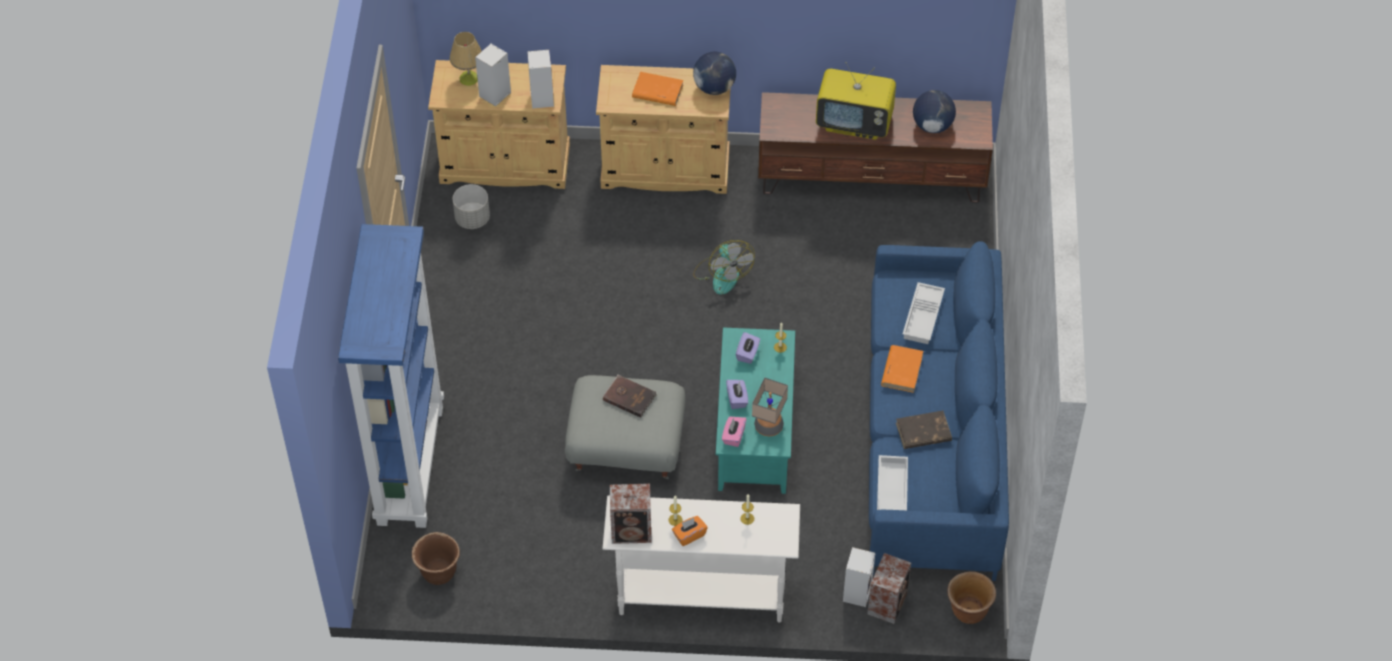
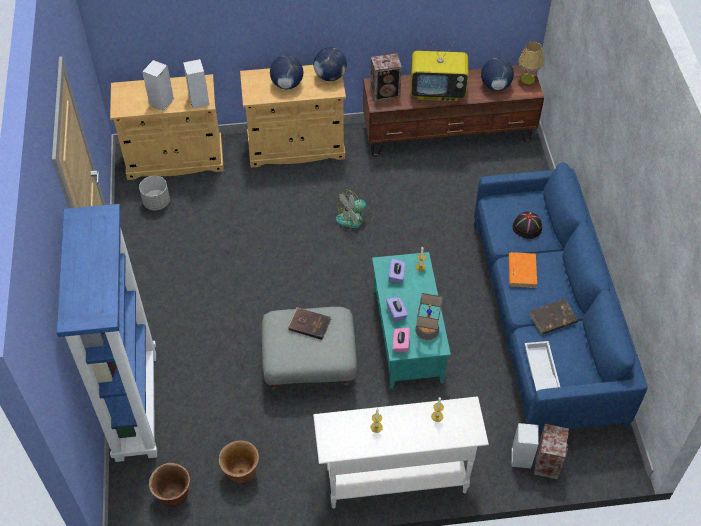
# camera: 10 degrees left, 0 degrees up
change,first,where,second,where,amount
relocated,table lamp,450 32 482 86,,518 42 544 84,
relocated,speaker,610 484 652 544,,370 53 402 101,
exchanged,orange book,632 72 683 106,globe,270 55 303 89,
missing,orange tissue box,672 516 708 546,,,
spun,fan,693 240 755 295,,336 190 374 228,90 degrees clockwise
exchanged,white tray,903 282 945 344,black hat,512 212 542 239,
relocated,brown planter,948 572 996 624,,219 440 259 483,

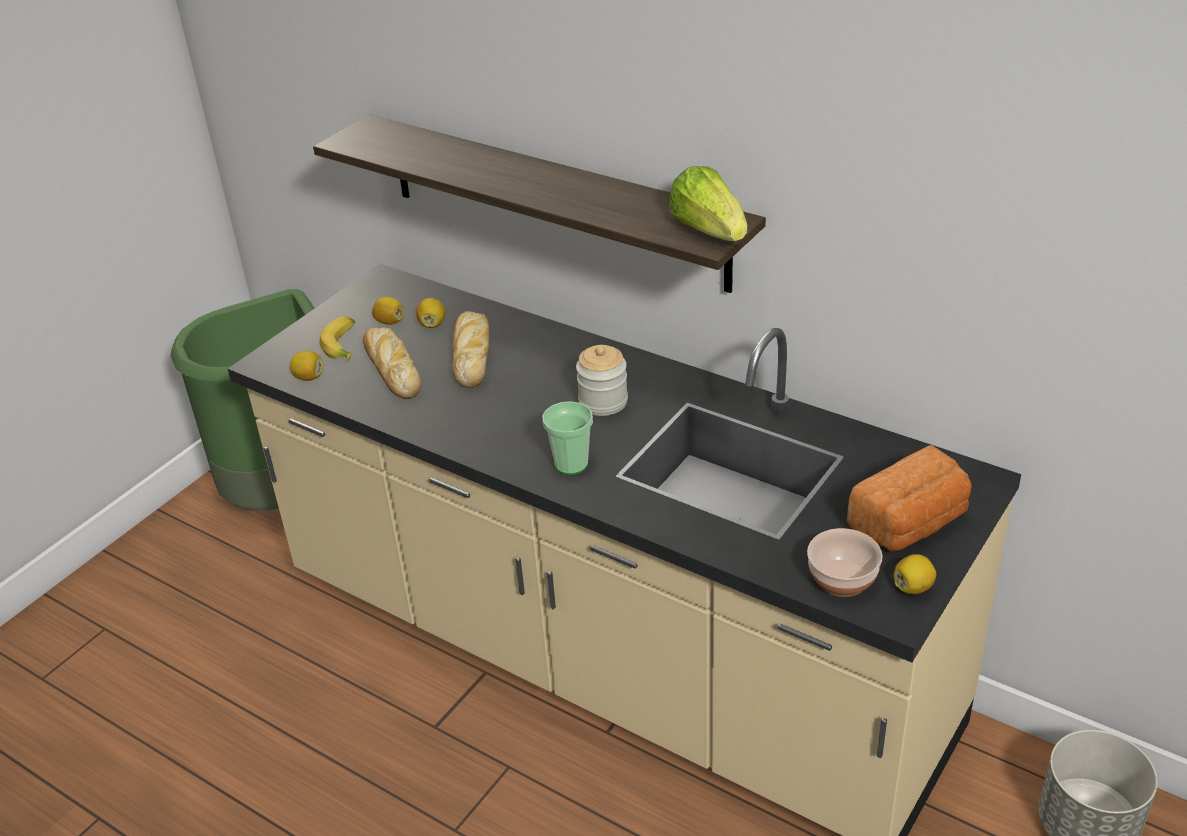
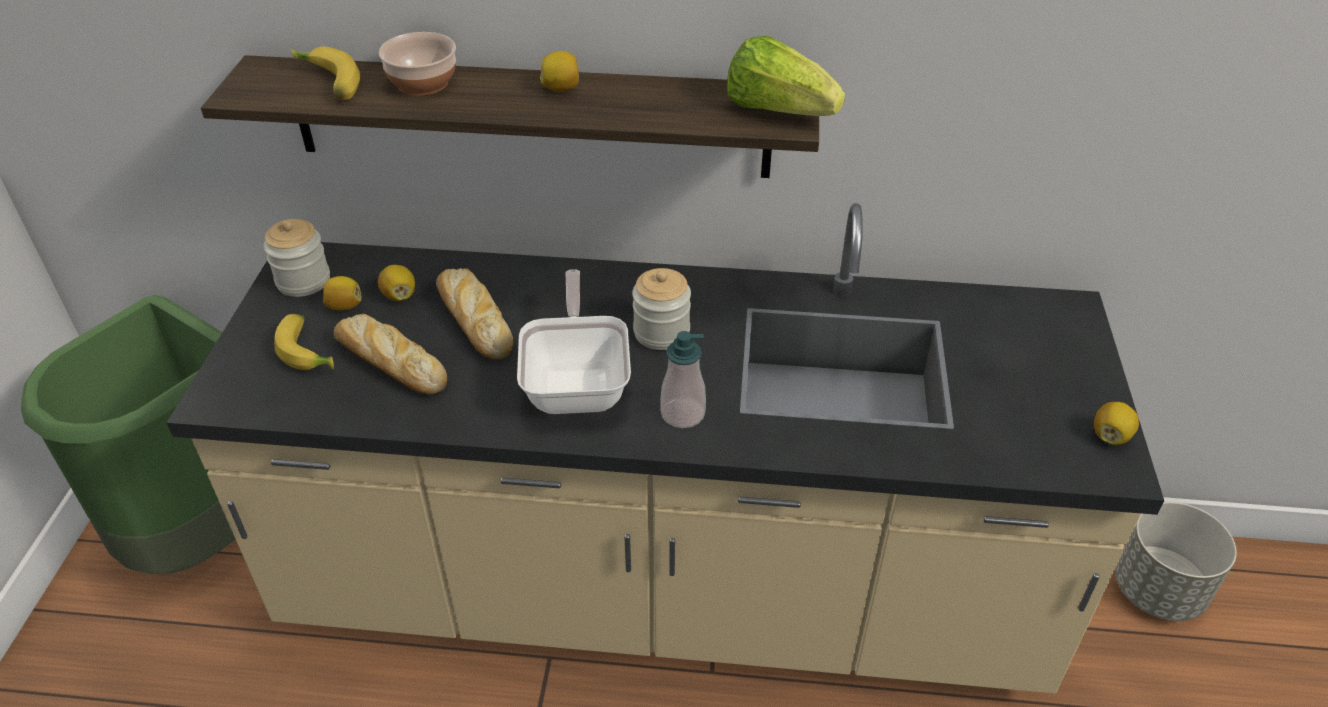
# camera: 30 degrees left, 5 degrees up
change,first,where,second,where,amount
relocated,lemon,290 351 323 381,,540 51 579 91,
exchanged,cup,542 401 593 475,soap dispenser,660 331 706 428,
relocated,bowl,807 528 883 597,,379 32 456 95,
missing,bread,847 445 972 551,,,
appeared,,,jar,263 219 330 297,
appeared,,,banana,291 47 360 100,
appeared,,,frying pan,517 269 631 414,

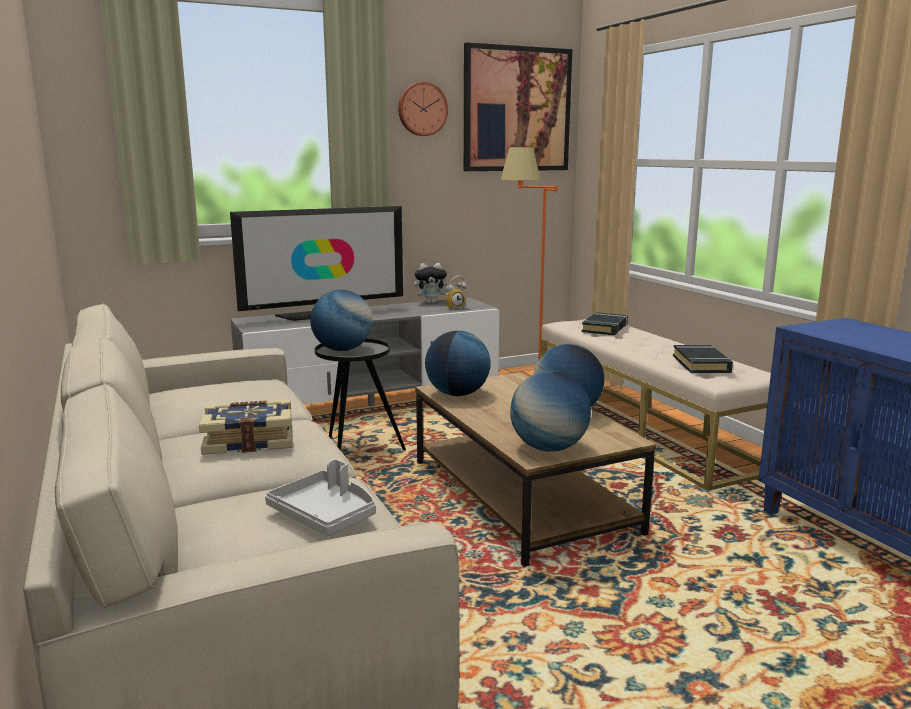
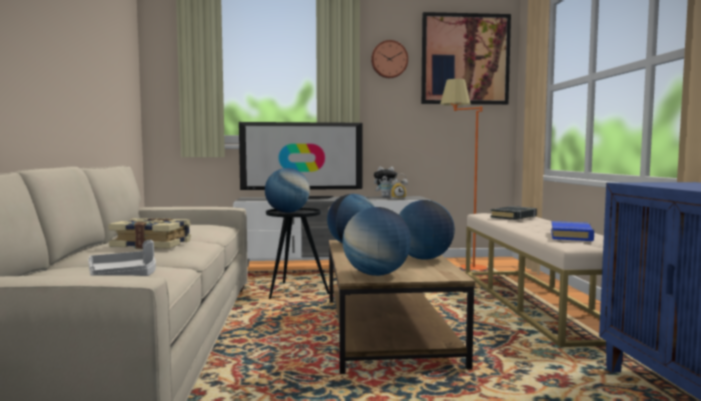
# camera: 20 degrees right, 10 degrees down
change,first,where,second,where,amount
colour,black book,673 345 733 373,blue book,551 221 594 241,

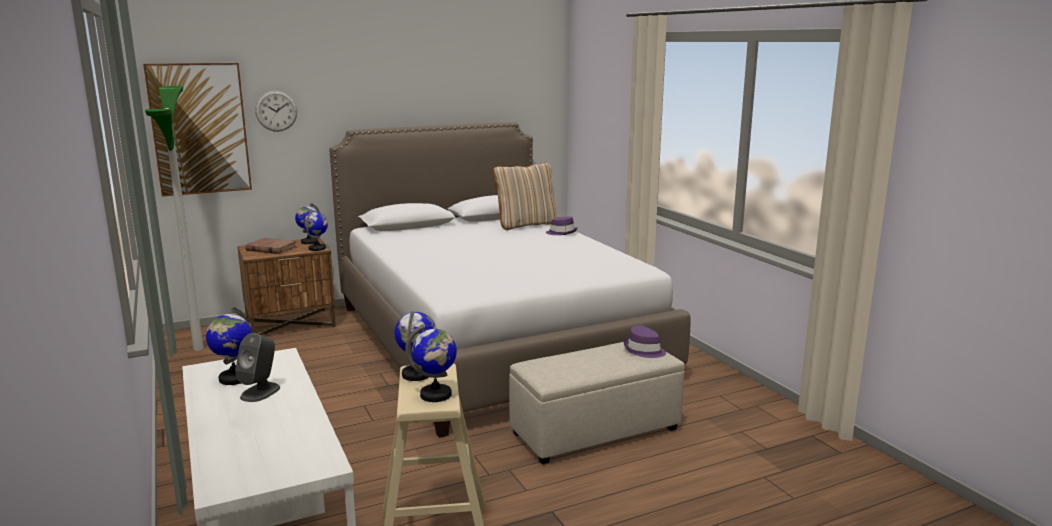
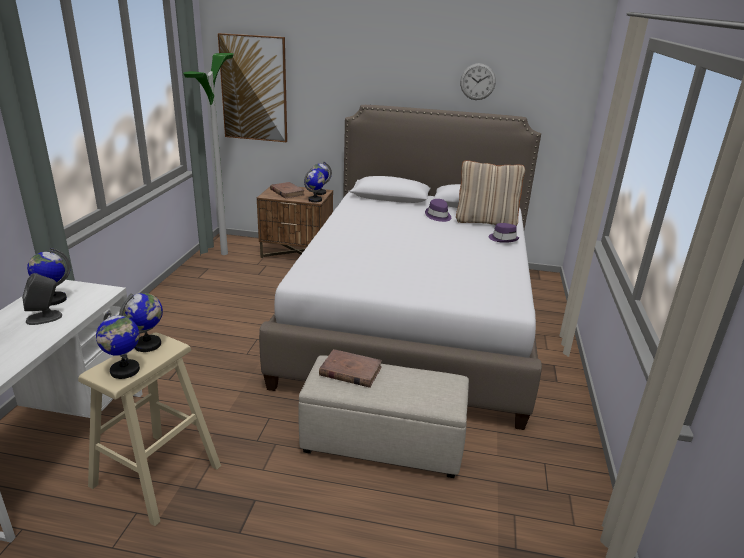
# camera: 35 degrees right, 10 degrees up
change,first,where,second,where,amount
relocated,wall clock,255 91 297 132,,460 63 496 100,
relocated,purple hat,624 325 666 358,,425 199 451 222,
appeared,,,brown book,319 349 382 388,

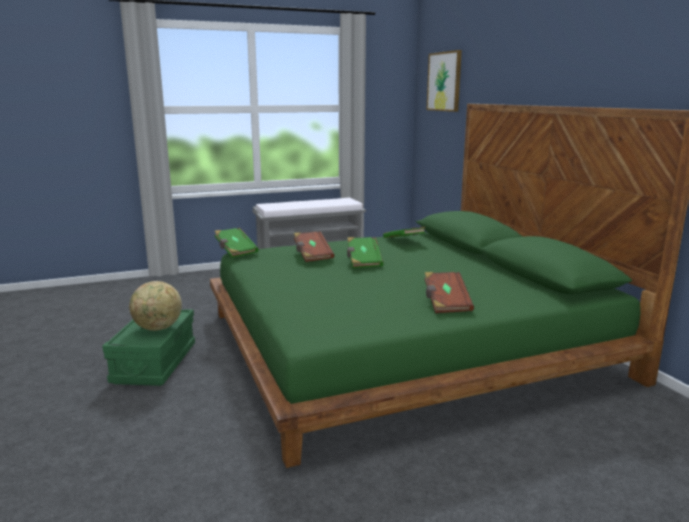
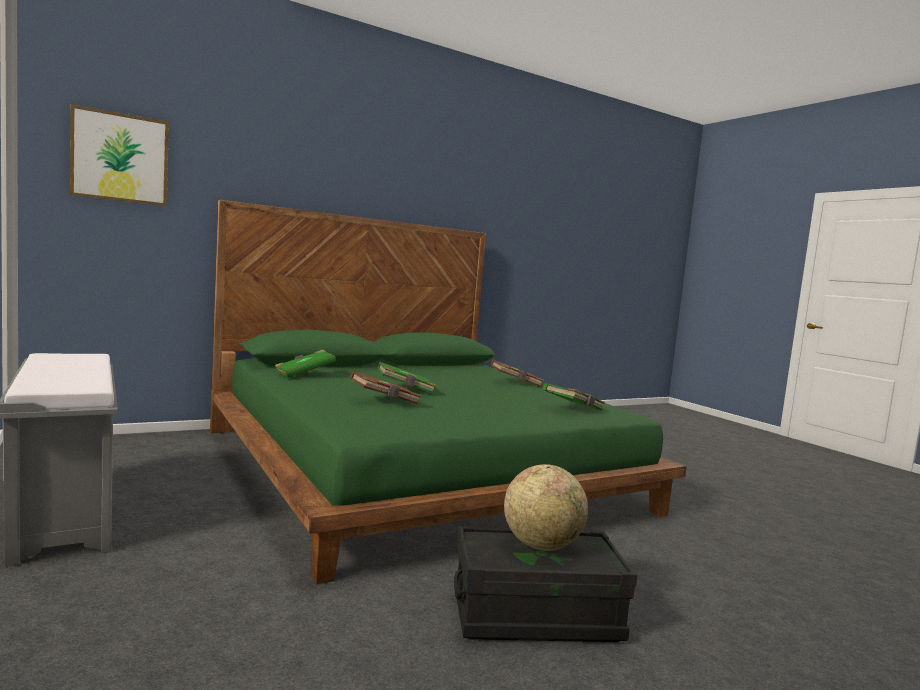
# camera: 100 degrees left, 10 degrees down
change,first,where,second,where,amount
colour,green storage box,102 309 195 386,black storage box,454 526 638 642,
relocated,green book,214 228 259 258,,543 383 605 411,

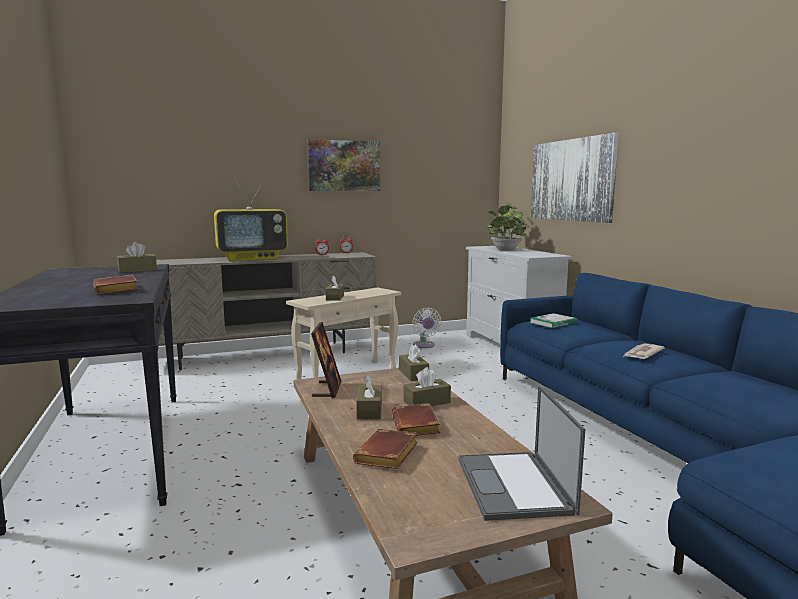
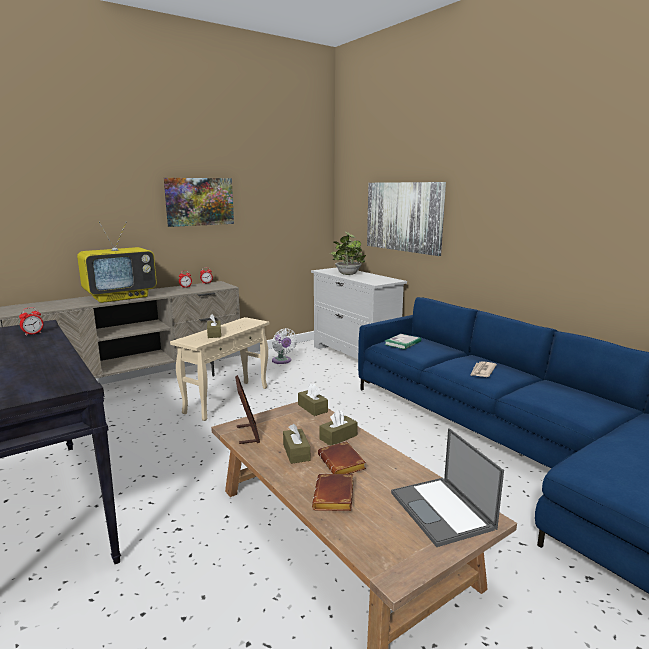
# camera: 15 degrees left, 5 degrees up
change,first,where,second,where,amount
missing,brown book,93 275 138 295,,,
exchanged,brown tissue box,117 242 157 273,alarm clock,19 307 44 336,

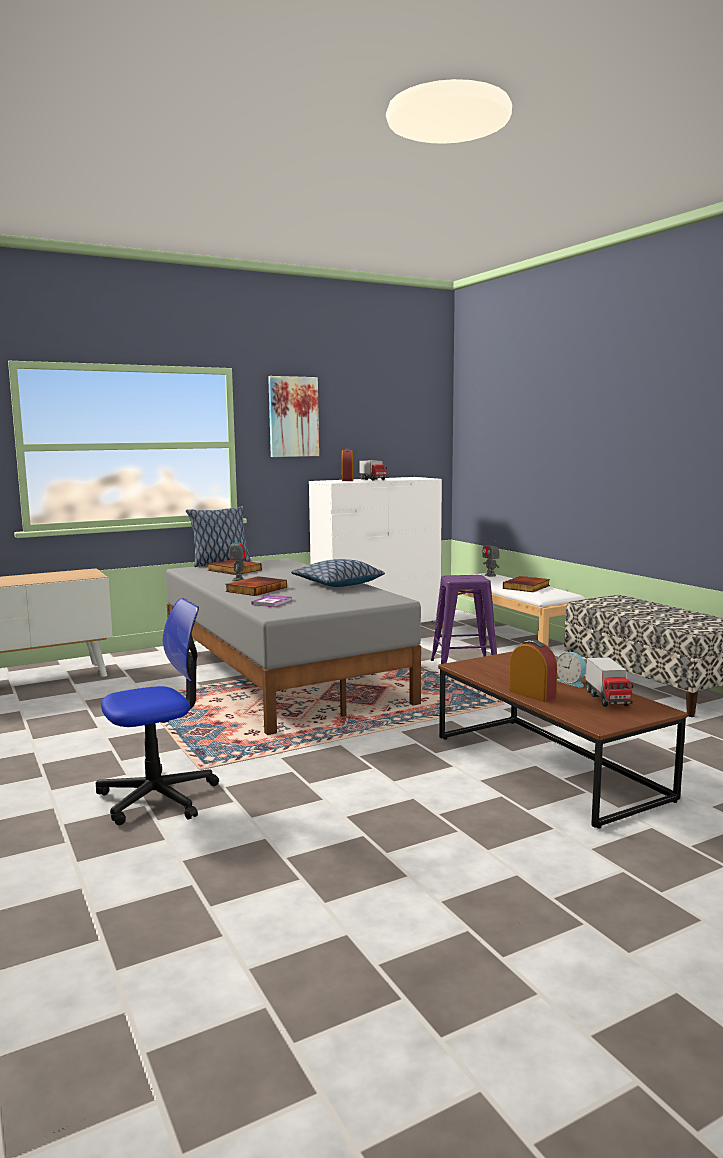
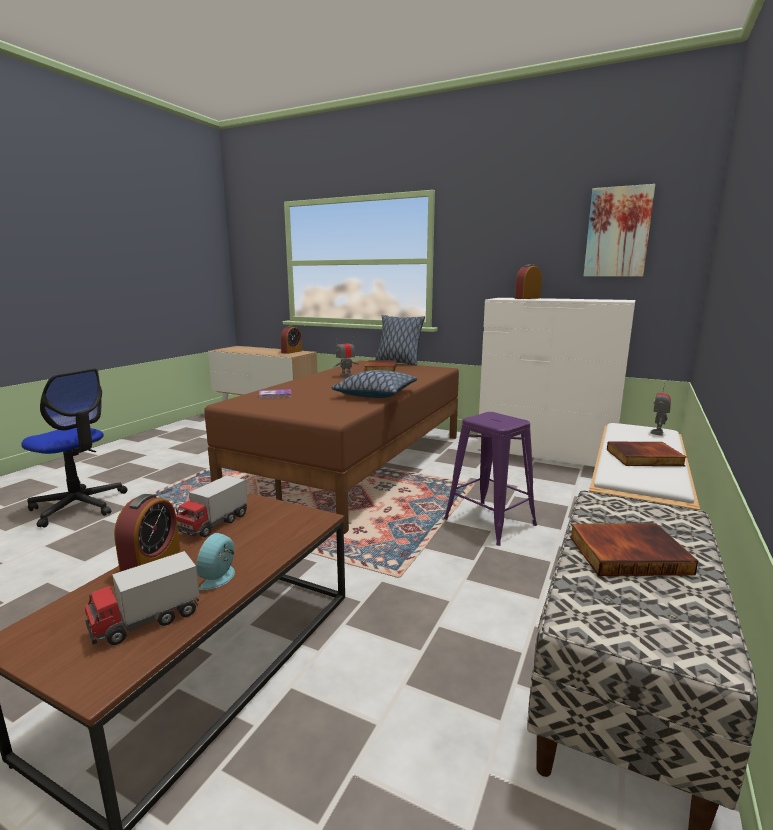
# camera: 55 degrees right, 5 degrees up
change,first,where,second,where,amount
colour,grey bed,166 558 421 735,brown bed,204 360 459 534,
relocated,book,225 576 287 596,,569 523 698 576,
relocated,picture,268 376 319 457,,584 184 656 277,
relocated,toy truck,359 460 387 481,,176 475 248 537,
appeared,,,alarm clock,281 325 302 354,

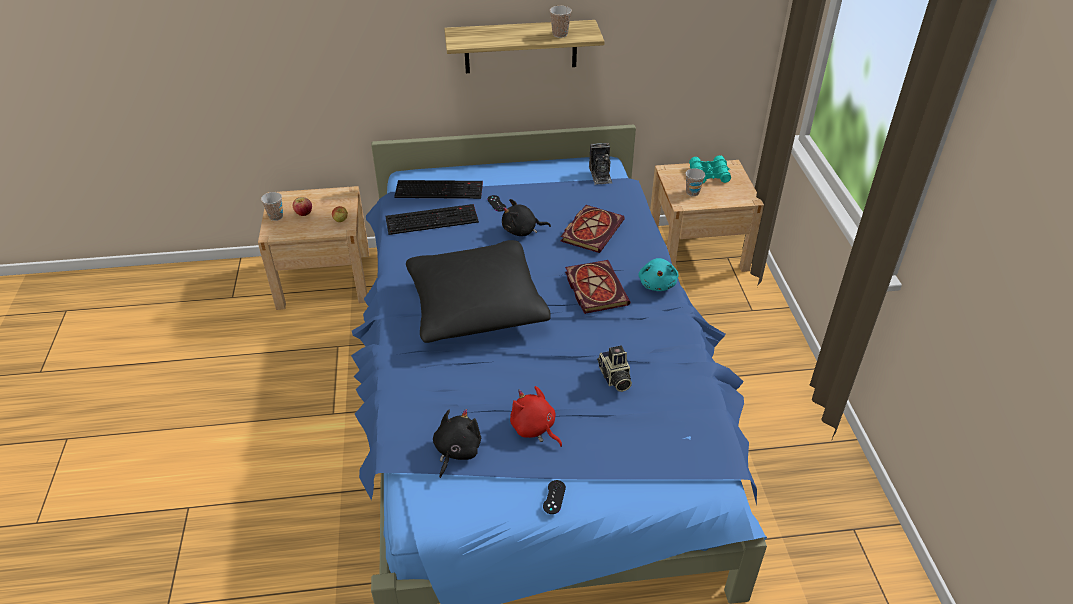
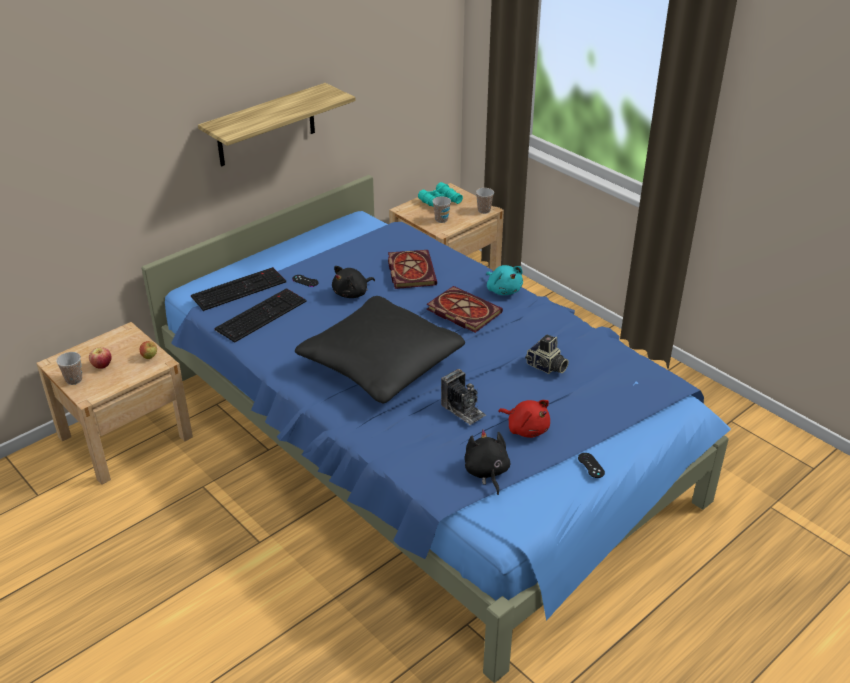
# camera: 35 degrees left, 5 degrees down
change,first,where,second,where,amount
spun,red plush toy,510 386 562 447,,498 400 550 438,150 degrees counterclockwise
relocated,cup,550 6 572 38,,476 188 494 214,
relocated,photo camera,589 143 612 185,,441 369 486 425,

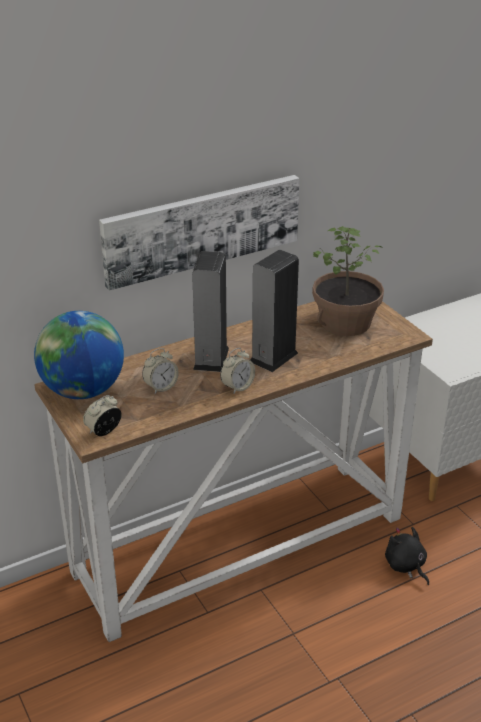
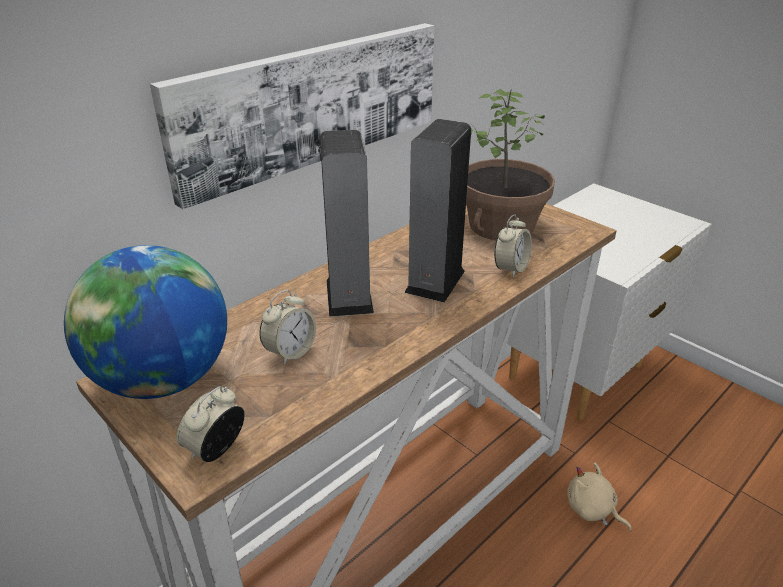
# camera: 15 degrees left, 0 degrees up
change,first,where,second,where,amount
relocated,alarm clock,220 348 255 394,,494 214 532 278,
colour,black plush toy,385 527 429 585,beige plush toy,567 463 632 531,

